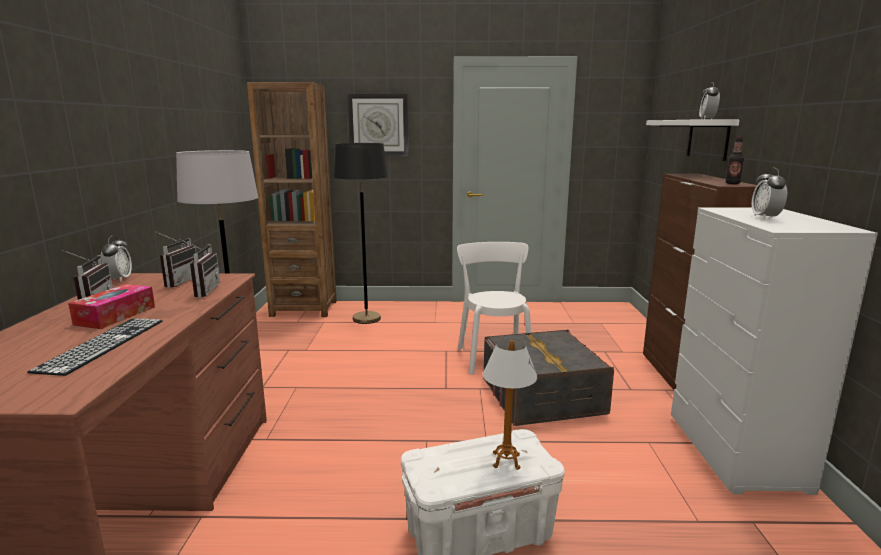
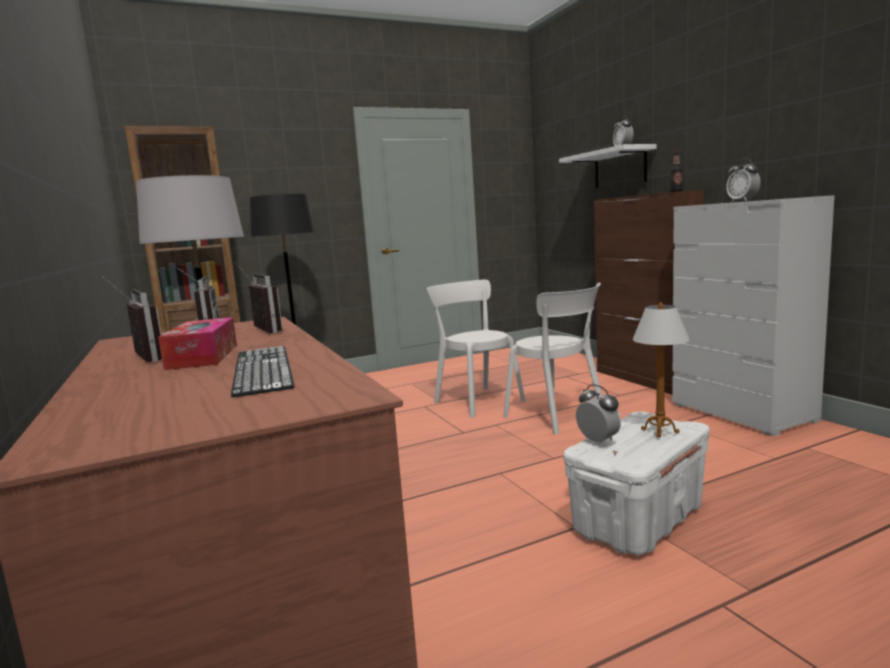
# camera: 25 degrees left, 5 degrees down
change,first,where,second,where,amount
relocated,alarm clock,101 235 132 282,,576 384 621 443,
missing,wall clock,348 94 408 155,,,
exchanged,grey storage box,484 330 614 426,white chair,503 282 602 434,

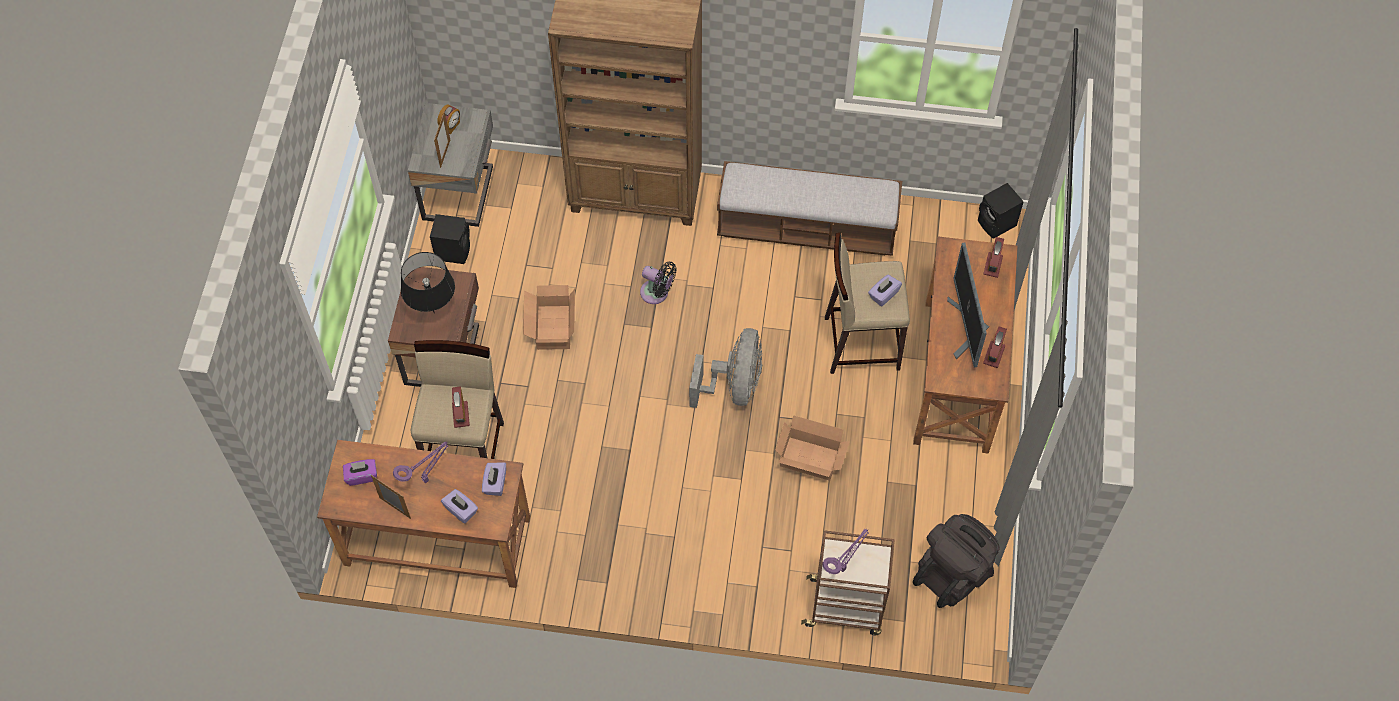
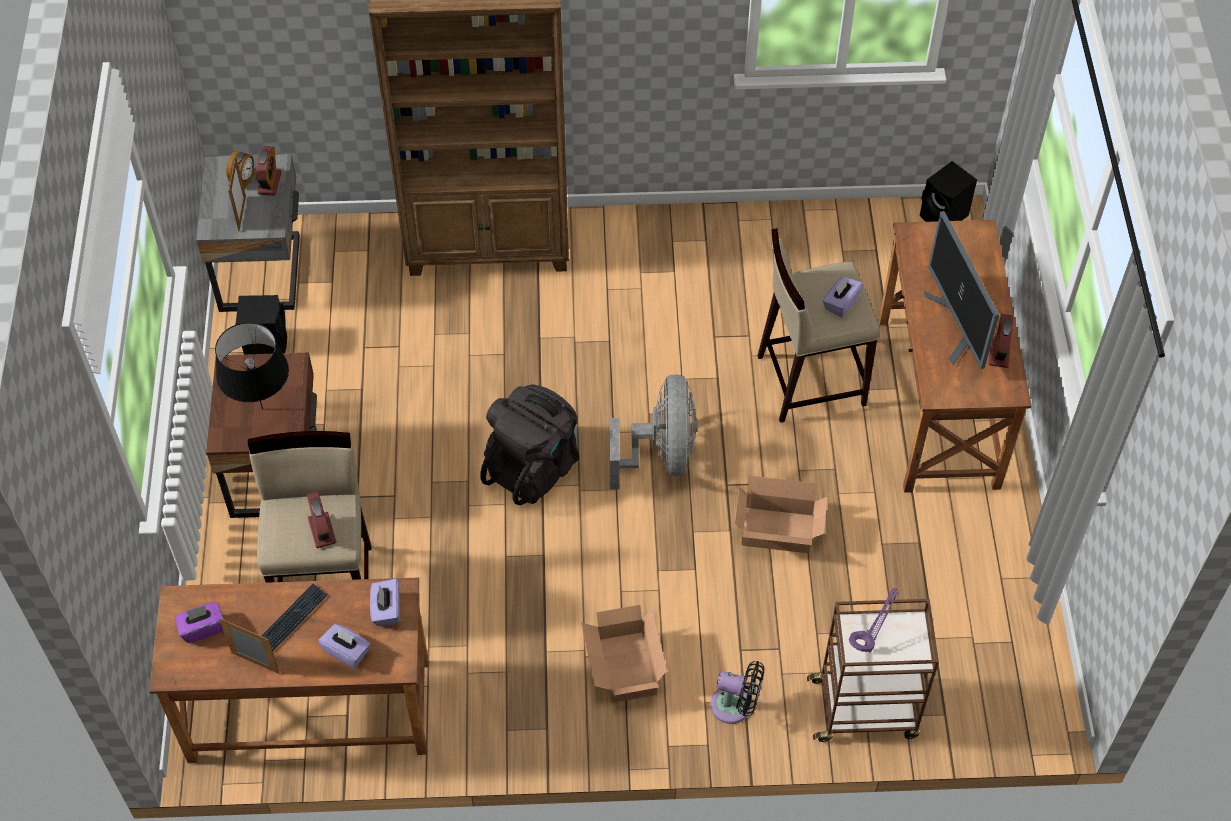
# camera: 10 degrees left, 5 degrees down
change,first,where,second,where,amount
exchanged,purple table lamp,393 442 448 484,keyboard,261 584 327 651,
relocated,cardboard box,523 285 575 350,,581 605 667 703,
relocated,black fan,640 262 677 304,,710 661 764 724,
missing,bench,717 161 902 256,,,
relocated,black backpack,913 514 1000 608,,480 385 579 505,
relocated,alarm clock,983 237 1004 278,,256 146 282 196,

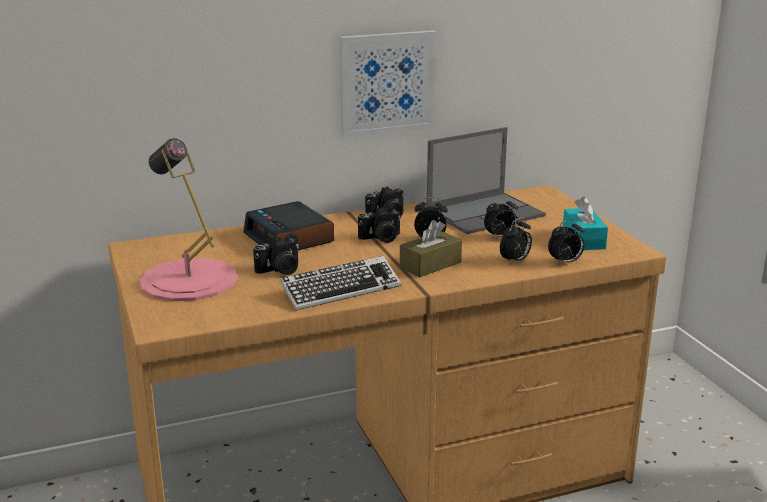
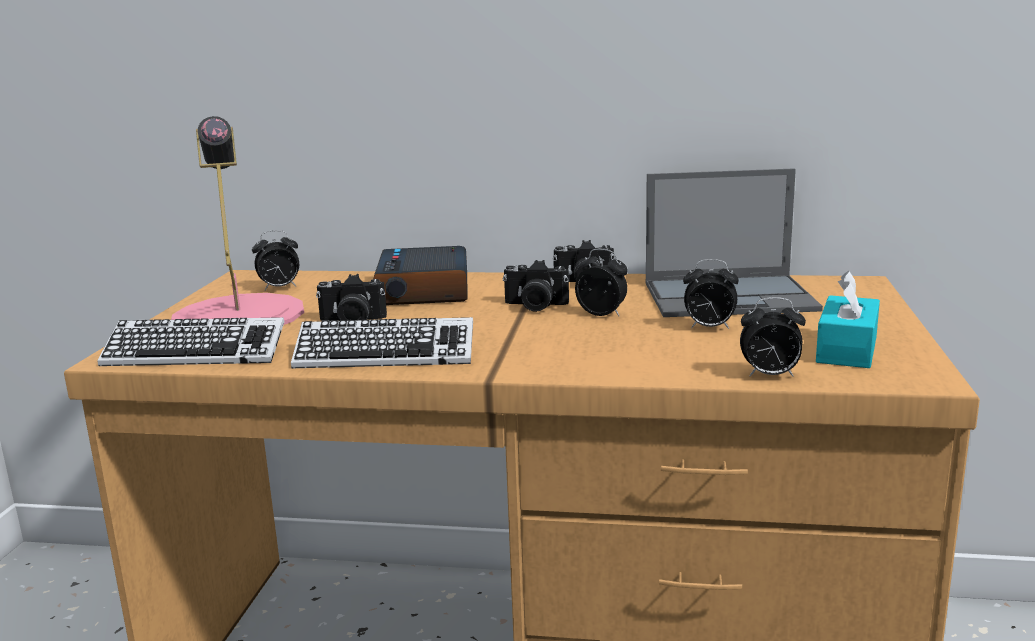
# camera: 30 degrees right, 5 degrees down
change,first,where,second,where,amount
missing,picture,340 30 437 138,,,
missing,brown tissue box,400 220 462 277,,,
relocated,alarm clock,500 217 532 264,,252 230 299 290,
appeared,,,keyboard,97 317 285 366,

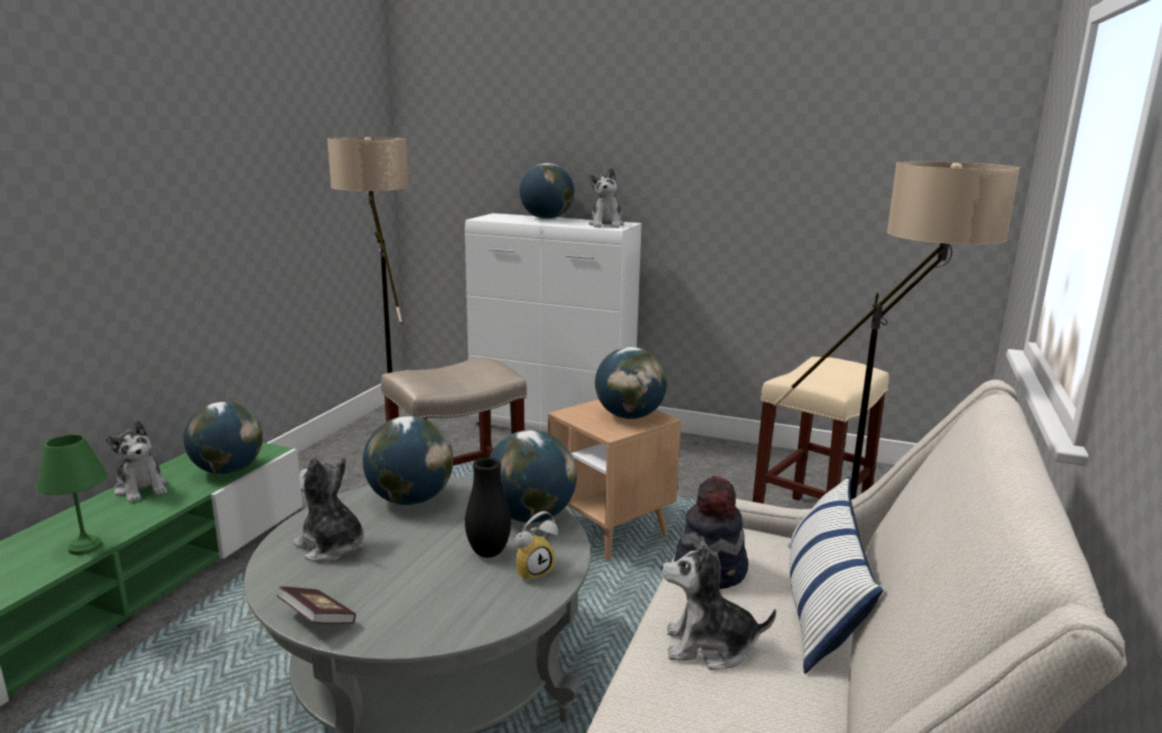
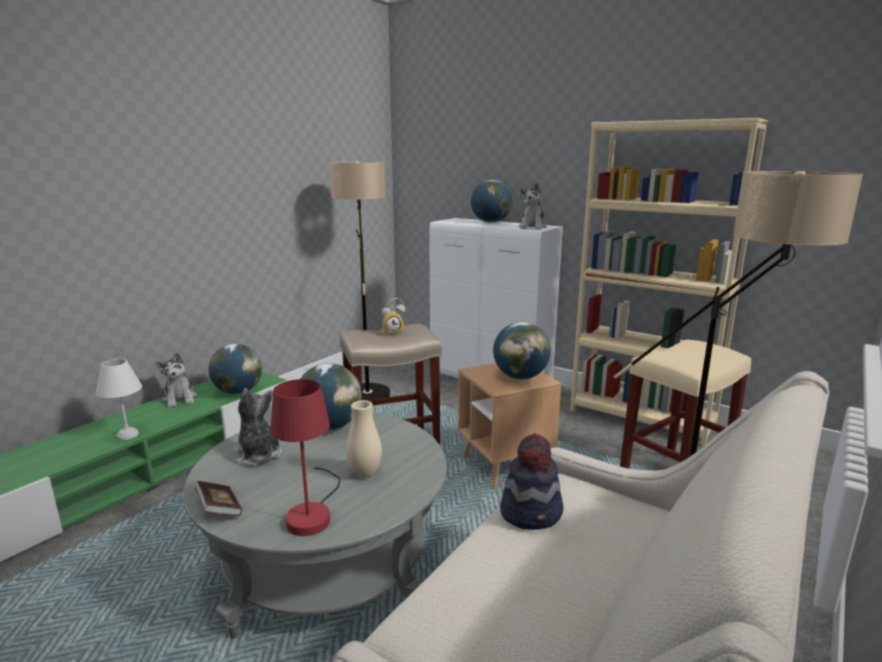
# camera: 15 degrees right, 0 degrees up
change,first,where,second,where,amount
colour,green table lamp,36 434 107 555,white table lamp,96 359 142 440,
colour,black vase,465 458 511 558,beige vase,346 400 382 478,
missing,globe,489 430 577 523,,,
relocated,alarm clock,515 511 558 583,,382 298 405 335,
missing,plush toy,662 536 776 670,,,
missing,pillow,789 476 883 674,,,
appeared,,,red table lamp,270 379 340 536,
appeared,,,beige bookcase,570 118 768 447,

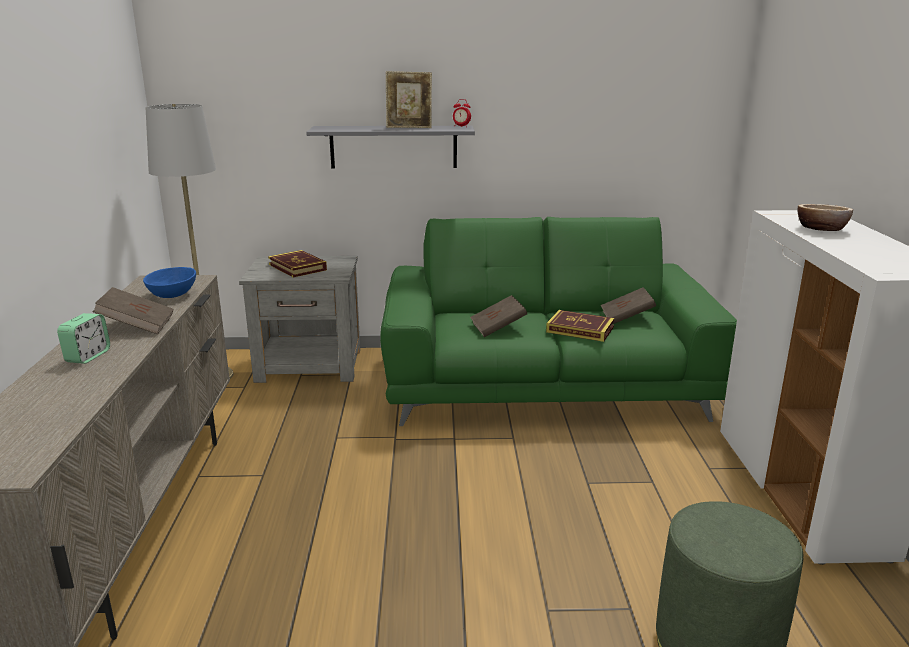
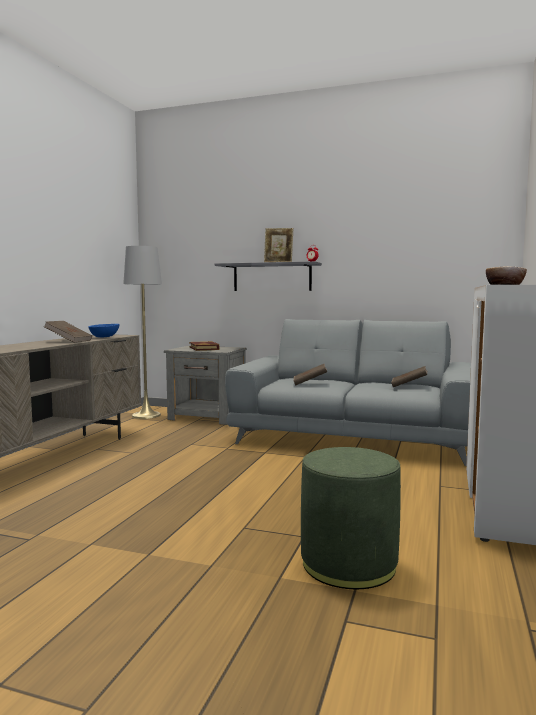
# camera: 20 degrees right, 15 degrees down
change,first,where,second,where,amount
missing,alarm clock,57 313 110 364,,,
colour,green sofa,380 217 737 426,grey sofa,225 319 471 466,
missing,book,546 310 615 342,,,

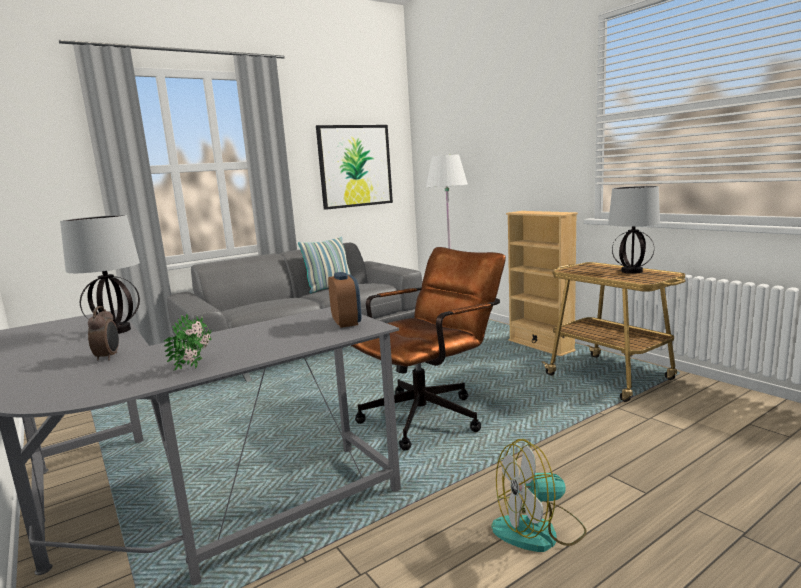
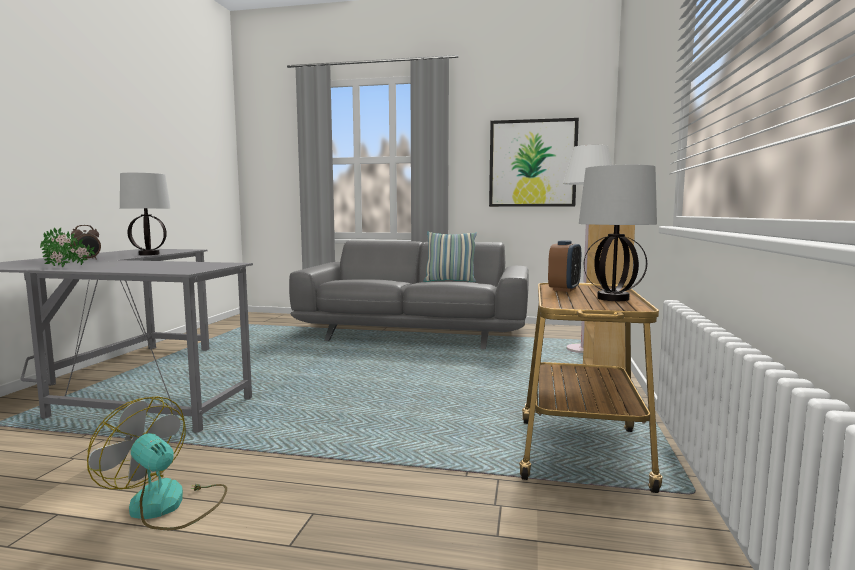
# camera: 45 degrees right, 5 degrees down
change,first,where,second,where,amount
relocated,alarm clock,328 272 361 328,,548 240 581 292,
missing,brown office chair,350 247 506 451,,,

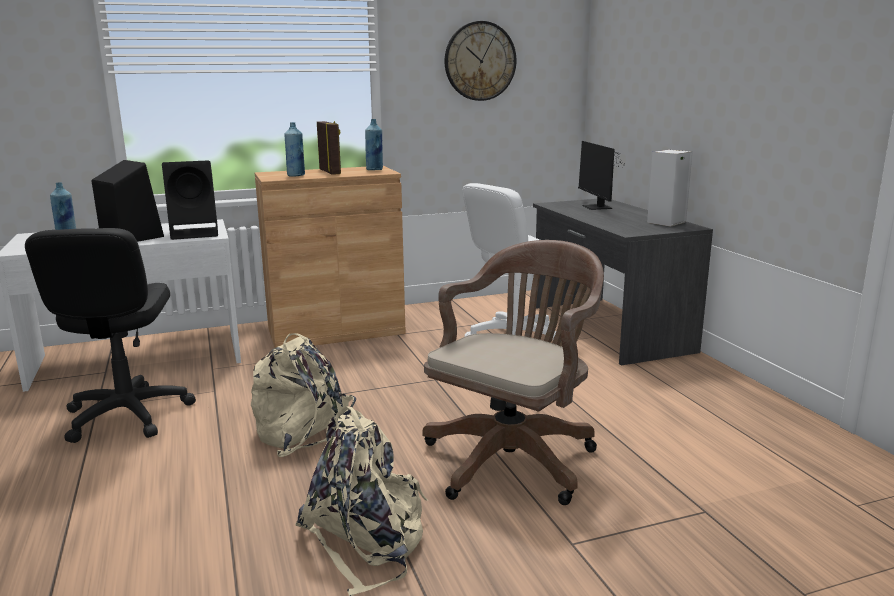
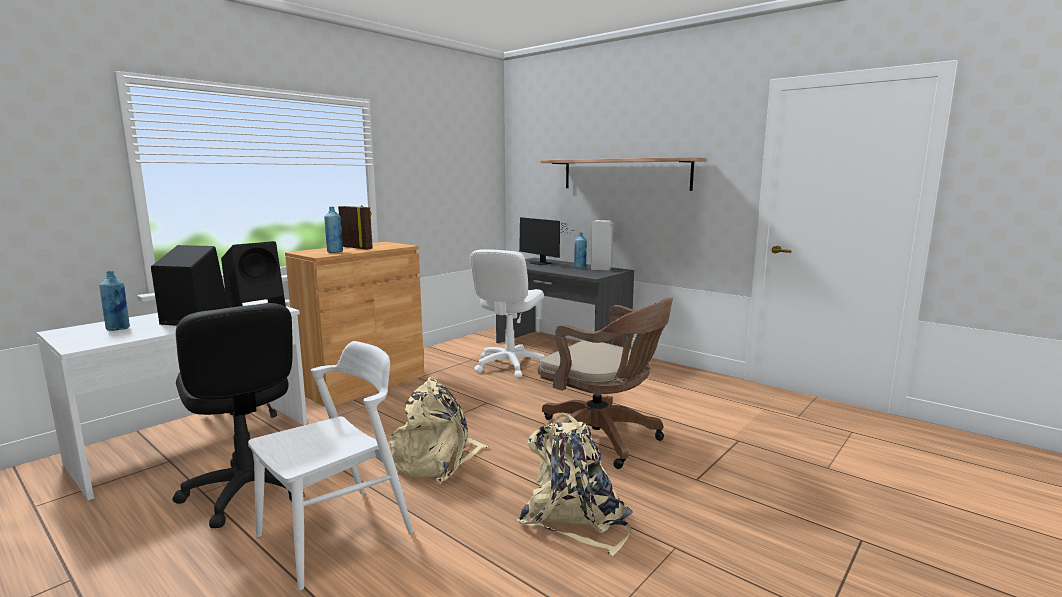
# camera: 30 degrees left, 5 degrees down
change,first,where,second,where,amount
relocated,blue bottle,365 119 383 170,,574 232 587 269,
spun,brown office chair,422 240 604 505,,538 298 673 469,120 degrees clockwise
missing,wall clock,445 21 516 101,,,
appeared,,,white chair,248 341 413 591,
appeared,,,shelf,541 157 706 191,

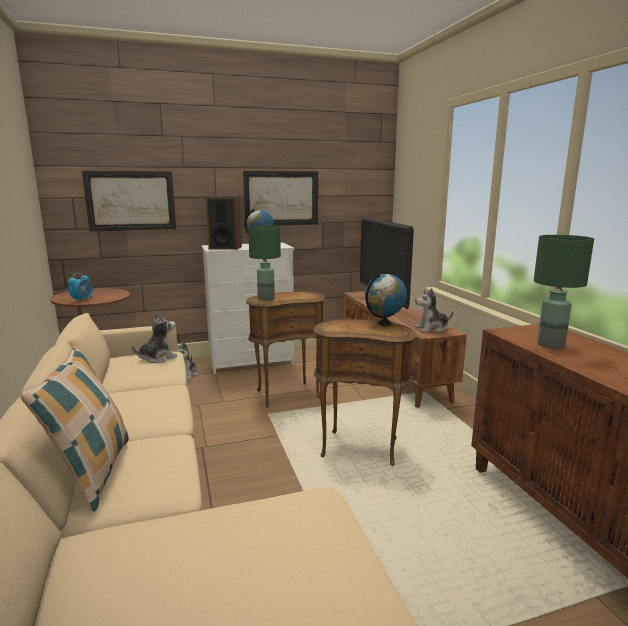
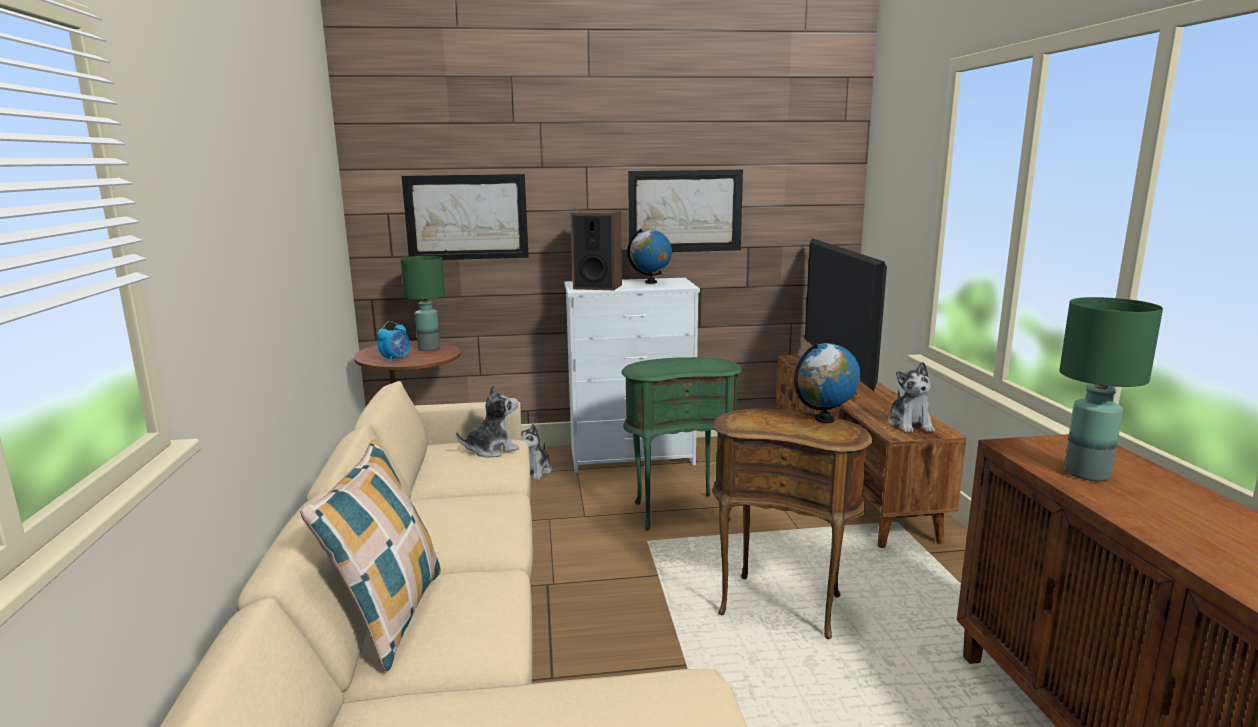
# camera: 10 degrees right, 0 degrees up
change,first,where,second,where,amount
colour,brown side table,246 292 326 408,green side table,621 357 742 531,
relocated,green table lamp,248 226 281 300,,401 256 445 351,
spun,plush toy,414 288 453 332,,888 362 935 433,90 degrees counterclockwise

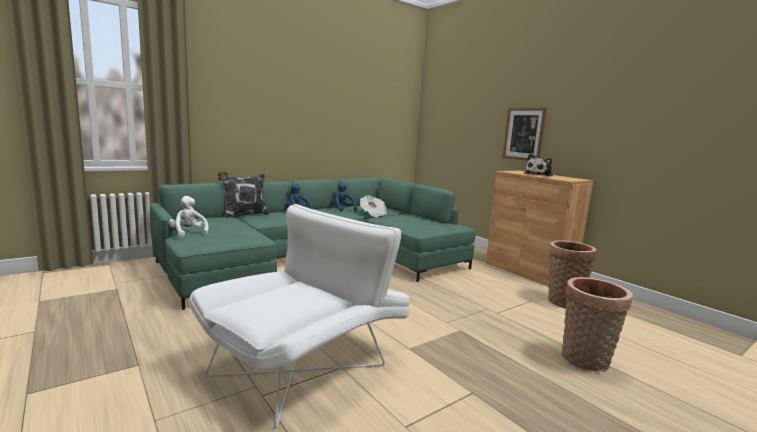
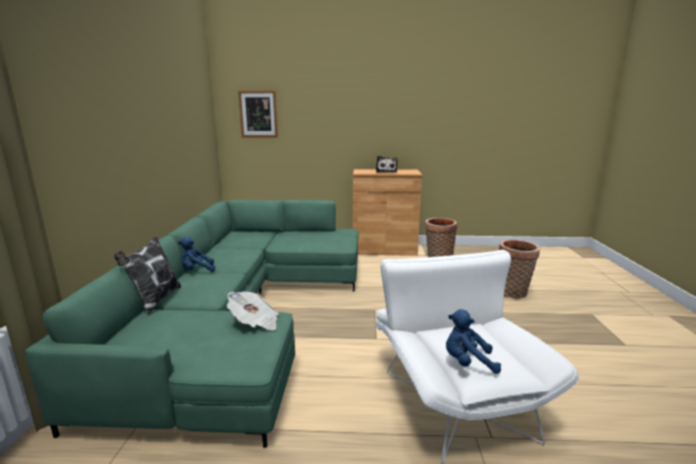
# camera: 50 degrees left, 5 degrees up
change,first,where,second,where,amount
missing,white plush toy,169 196 208 238,,,
relocated,blue plush toy,330 183 357 212,,446 309 501 374,
relocated,newspaper,360 195 387 217,,227 291 279 330,
relocated,picture,502 108 547 161,,238 91 278 138,

